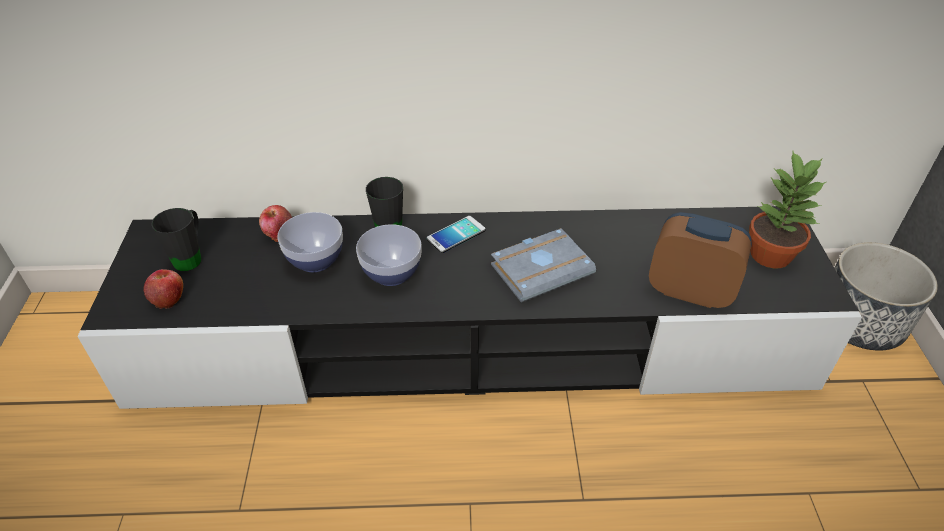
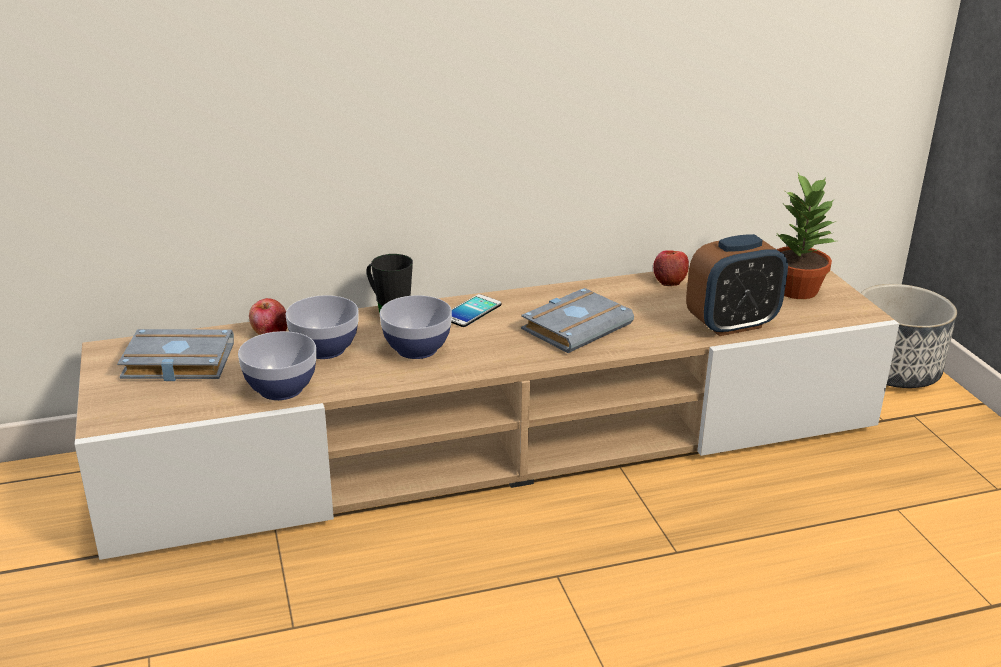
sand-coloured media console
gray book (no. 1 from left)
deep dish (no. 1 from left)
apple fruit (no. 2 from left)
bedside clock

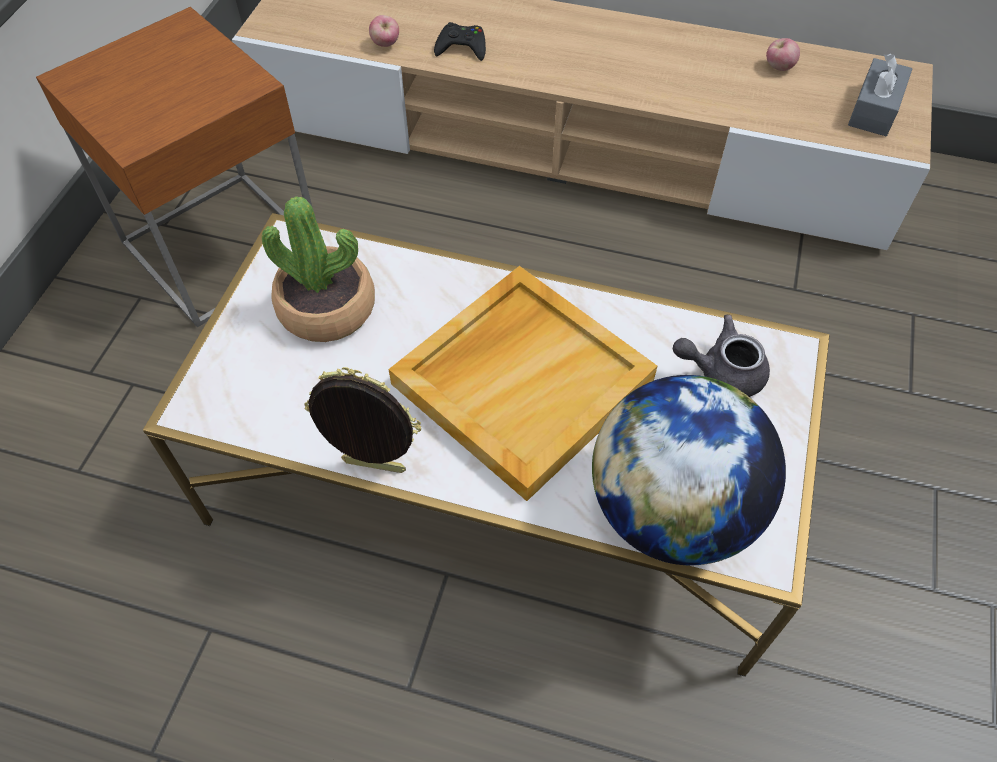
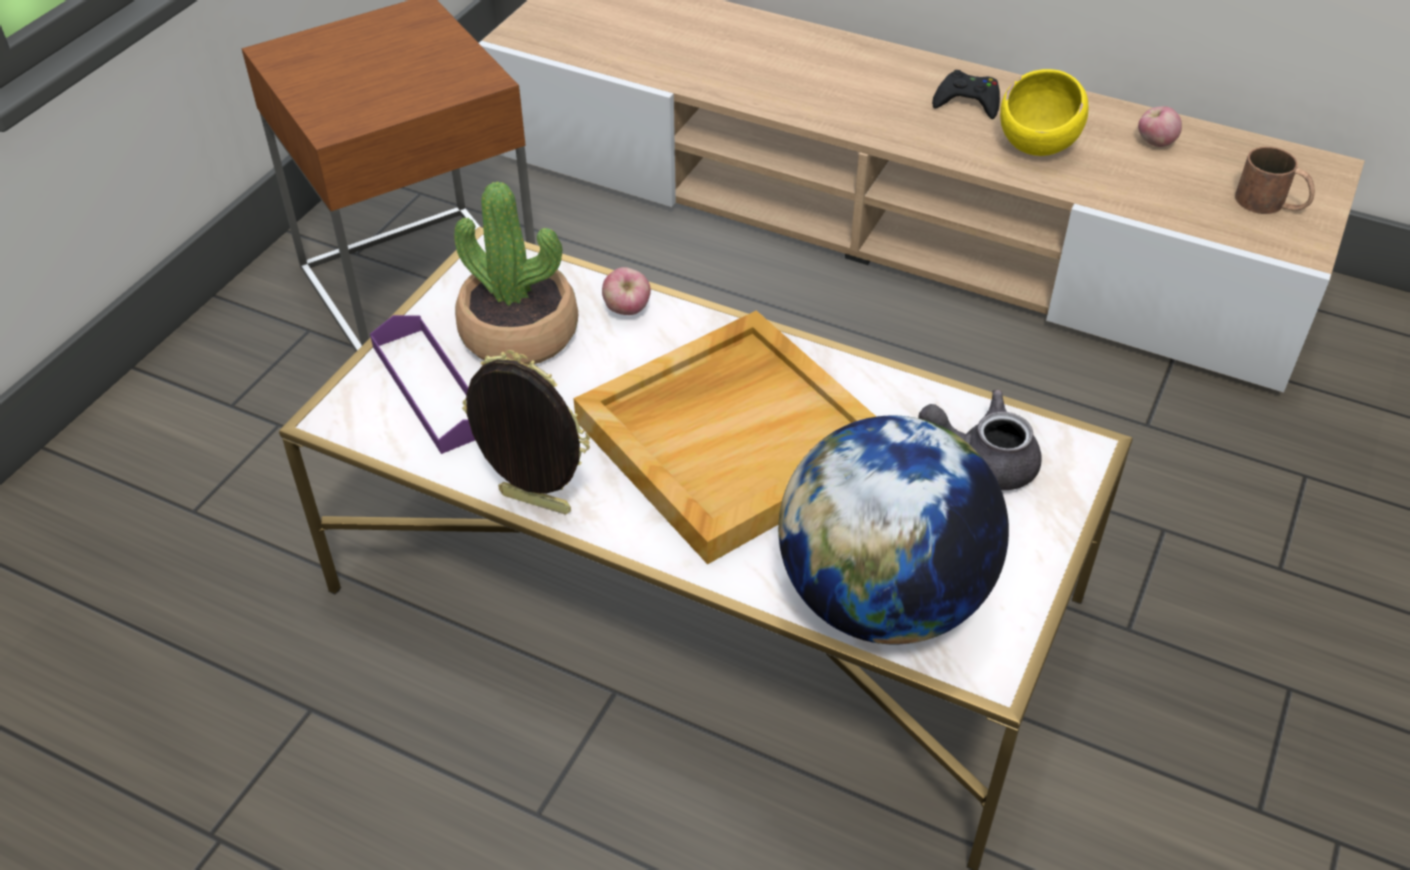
purple-coloured serving tray
apple fruit (no. 1 from left)
blackish joypad
yellowish deep dish
brown coffee mug

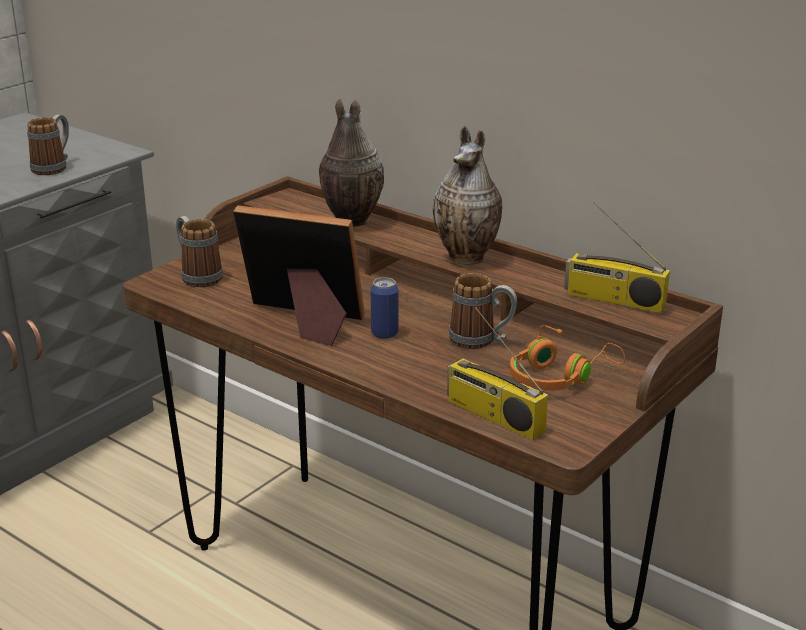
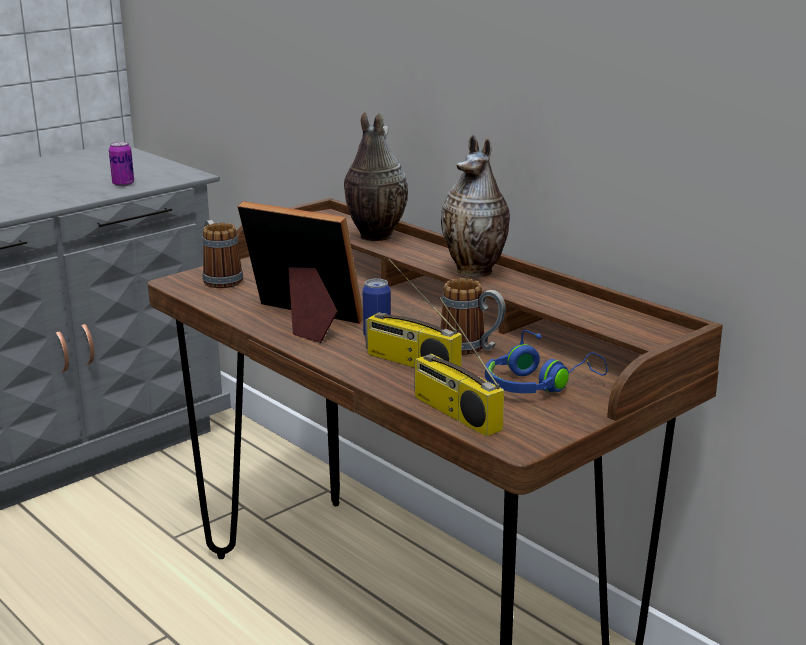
metal can (no. 1 from left)
radio (no. 1 from left)
blue-coloured pair of headphones

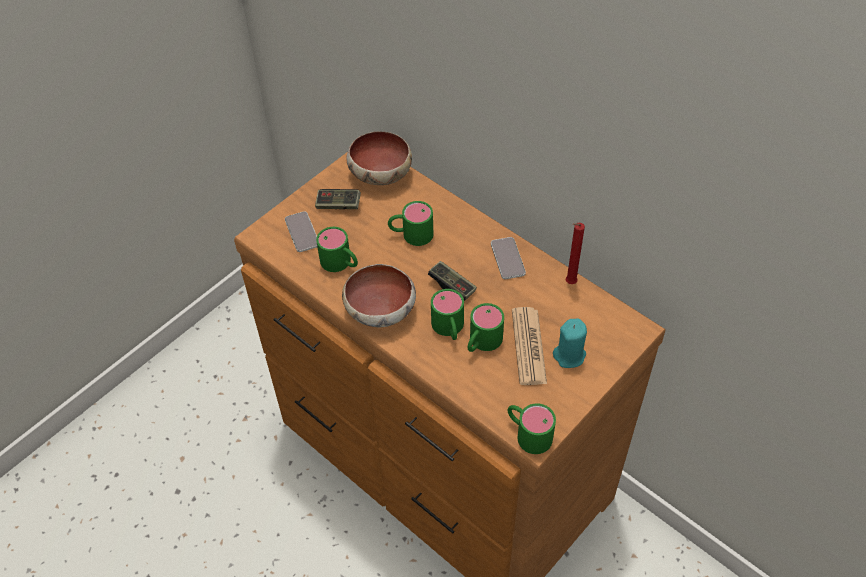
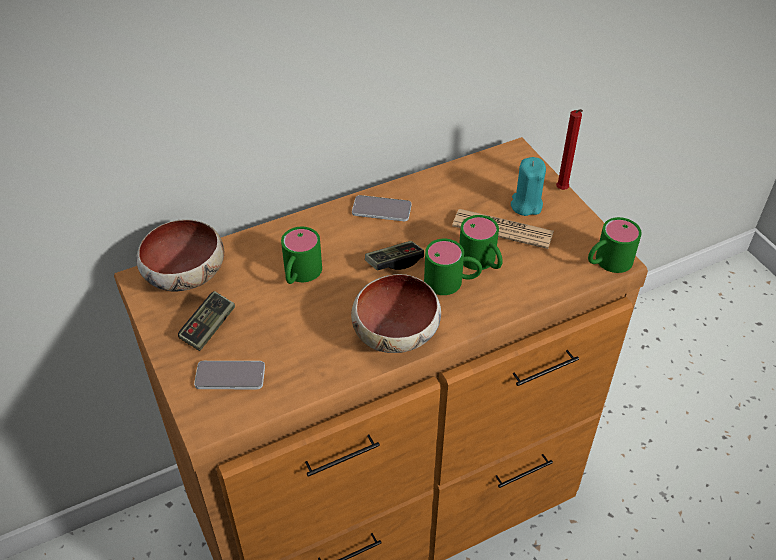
reddish candle
green coffee mug (no. 1 from left in the first image)

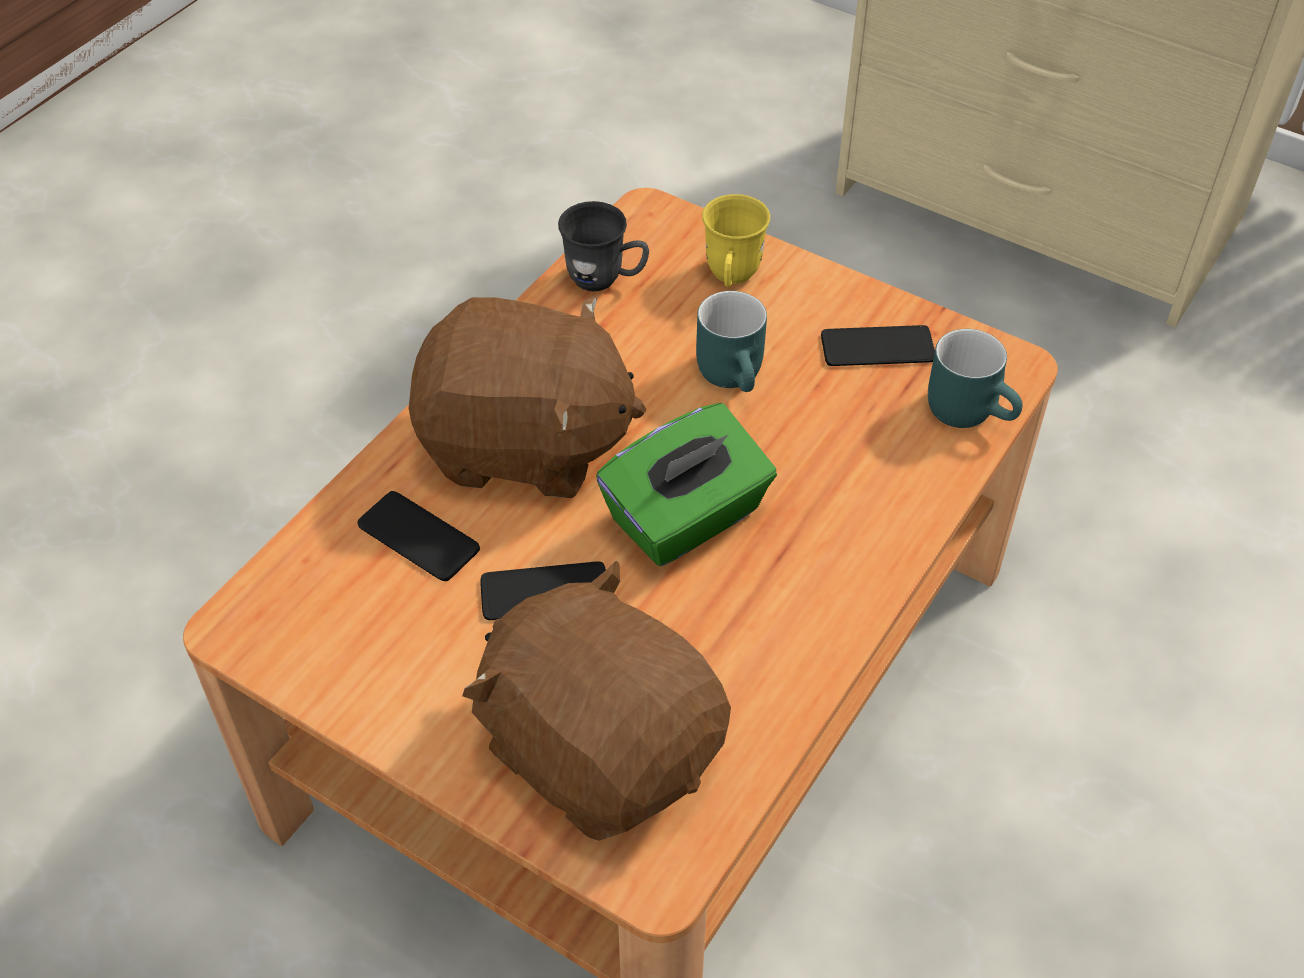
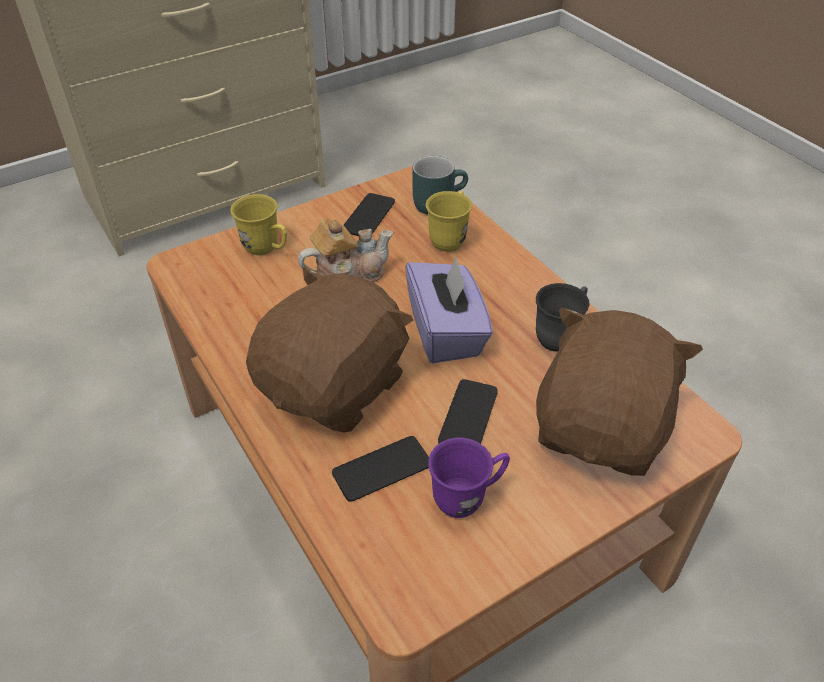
pot for tea
purple-coloured box of tissues
yellowish coffee mug (no. 2 from left)
purple-coloured coffee mug
gray coffee mug
brown soft toy (no. 2 from left)

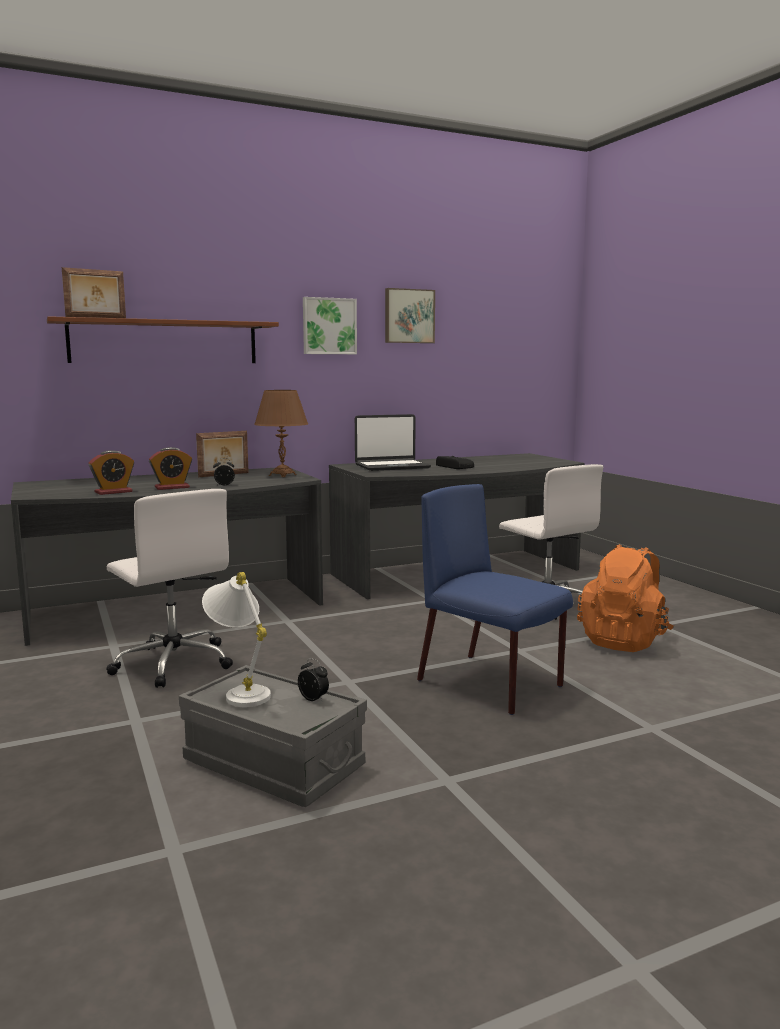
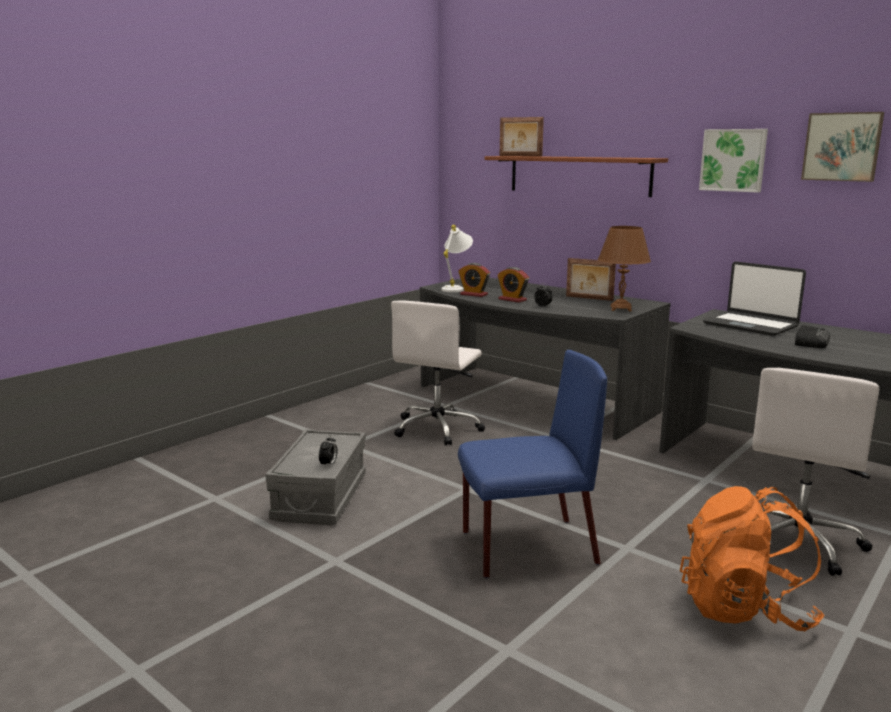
white lamp for a table
blue-coloured plain chair

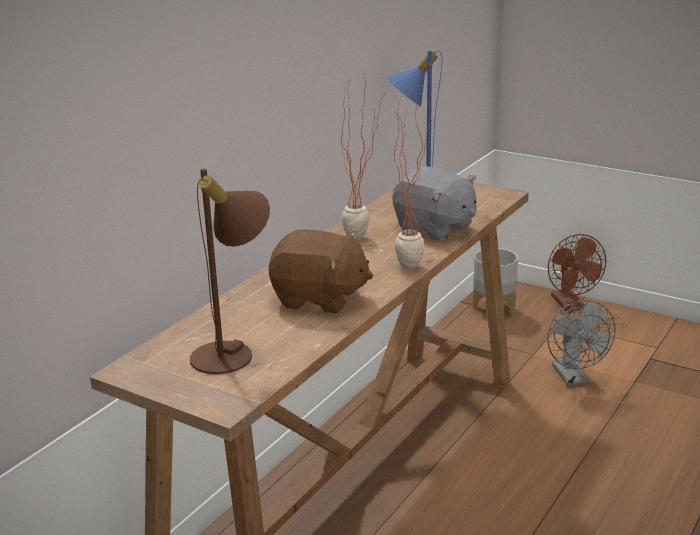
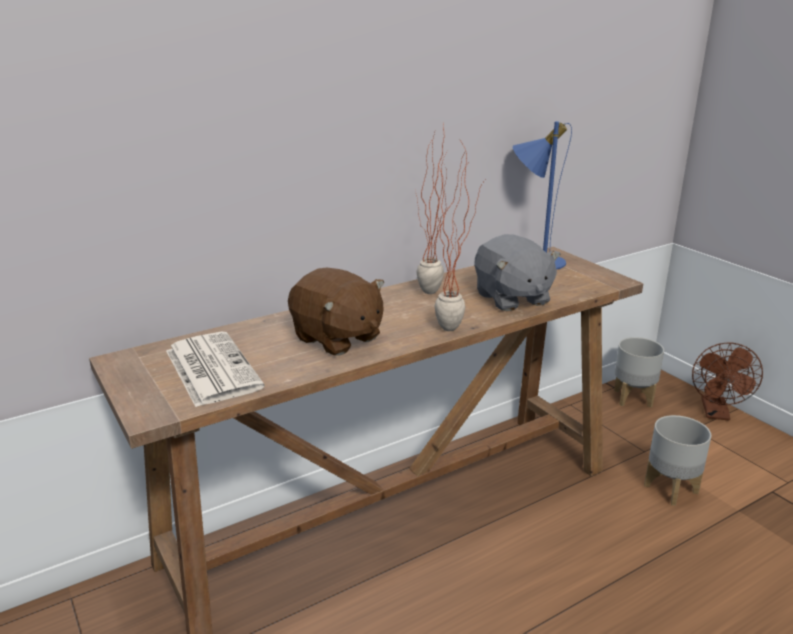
daily paper
gray flower pot (no. 2 from left)

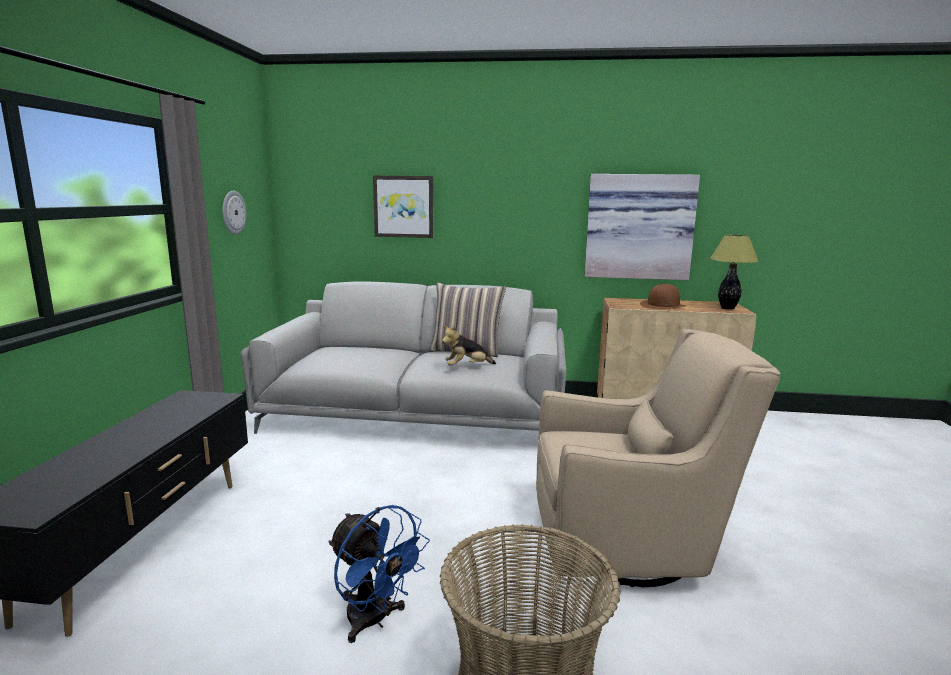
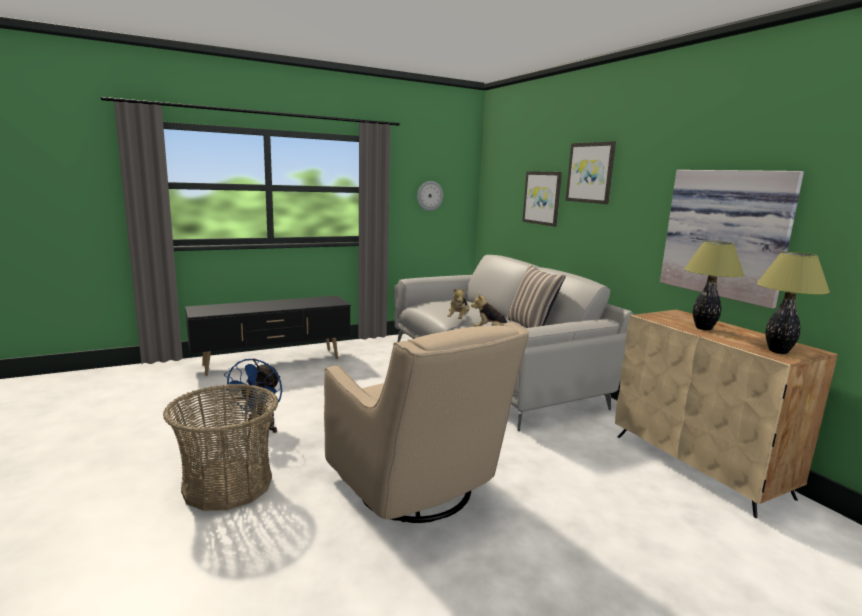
soft toy (no. 1 from left)
picture (no. 2 from left)
lamp for a table (no. 1 from left)

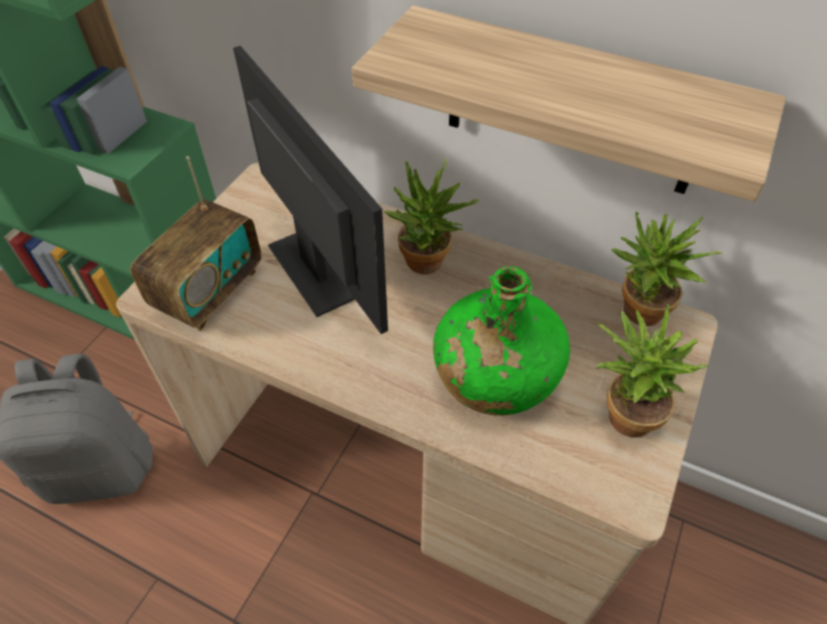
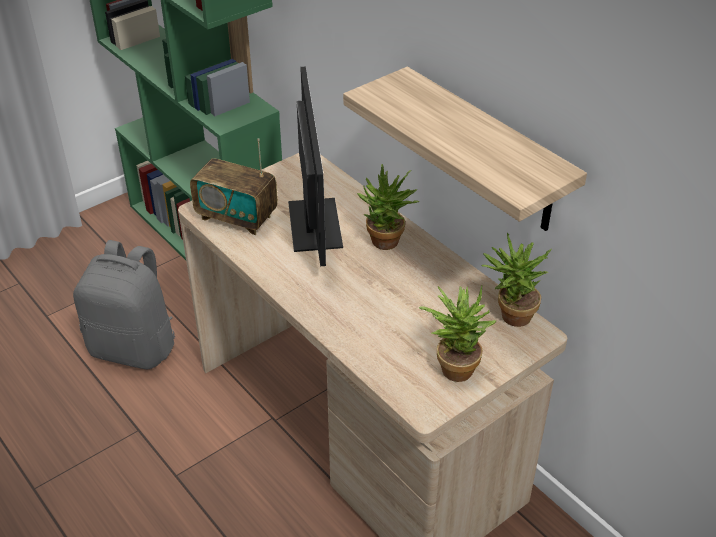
radio
green drink bottle

